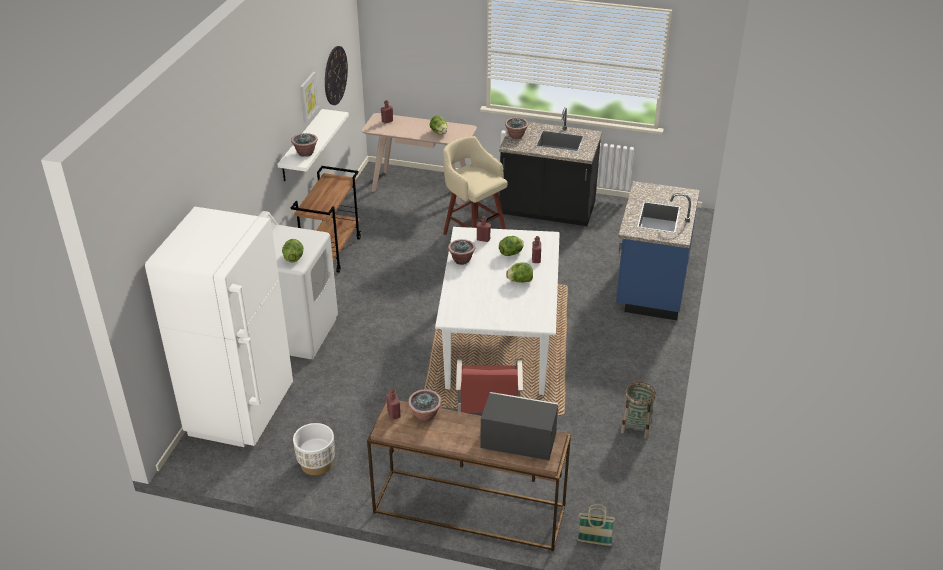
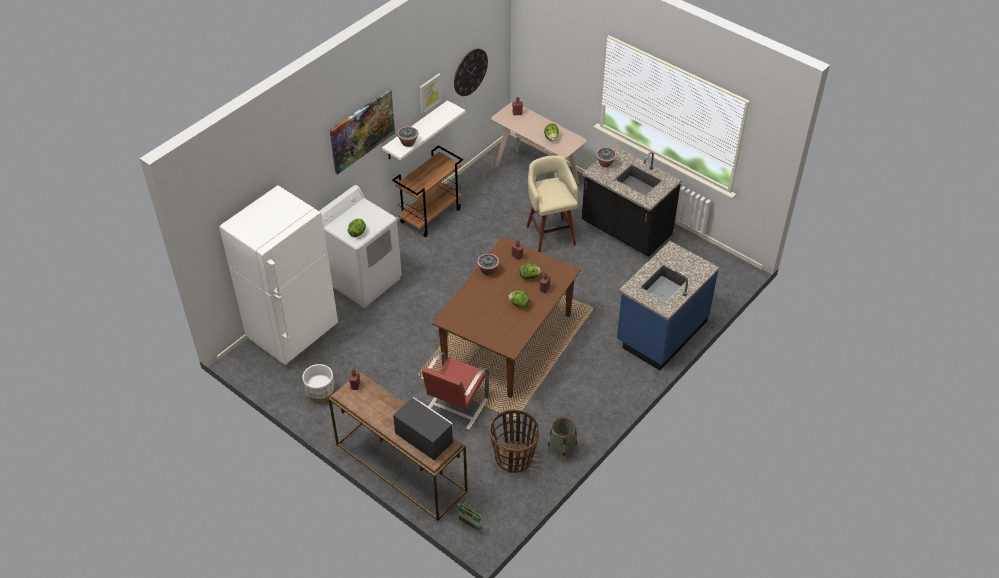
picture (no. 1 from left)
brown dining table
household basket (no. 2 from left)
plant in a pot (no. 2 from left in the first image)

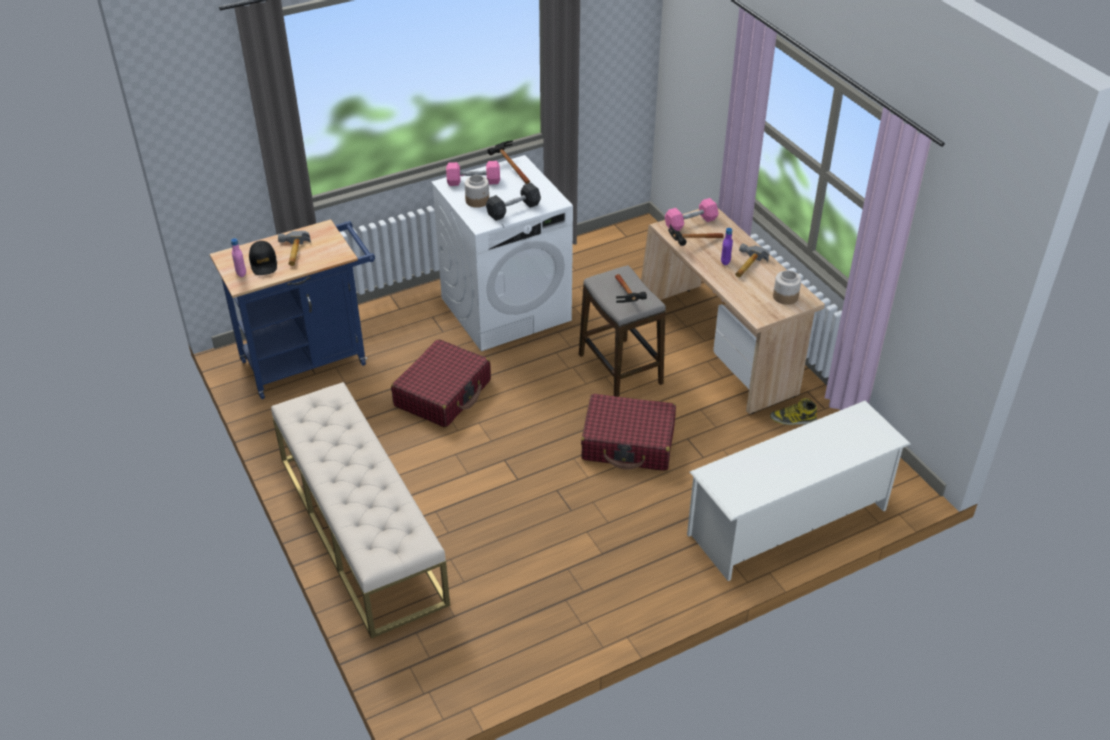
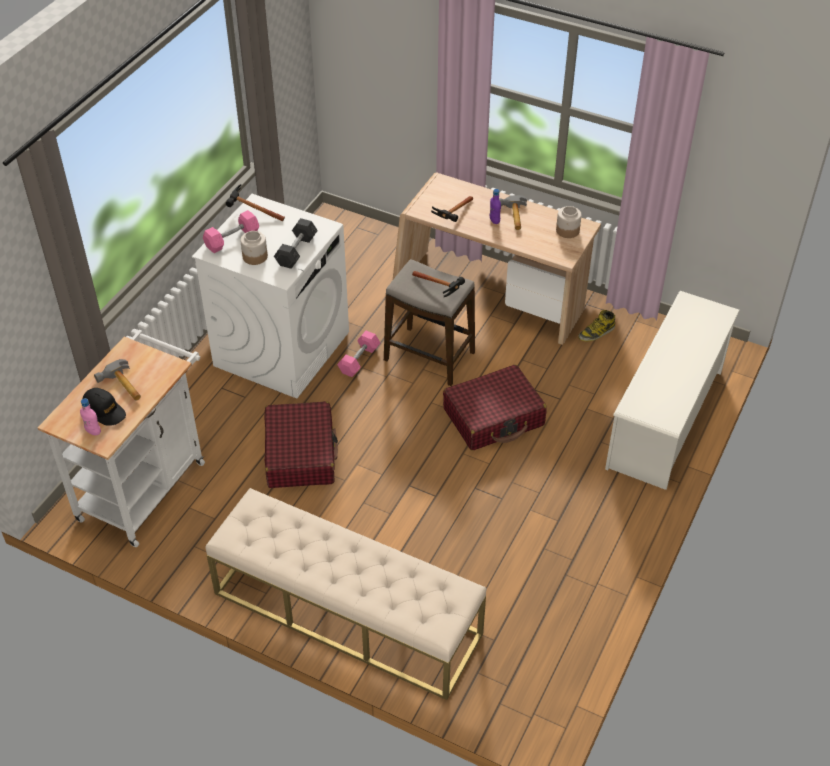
white cart
pink dumbbell (no. 2 from left)

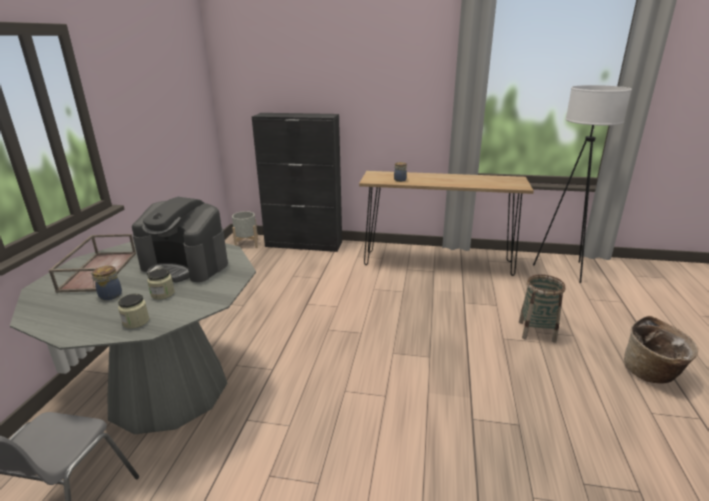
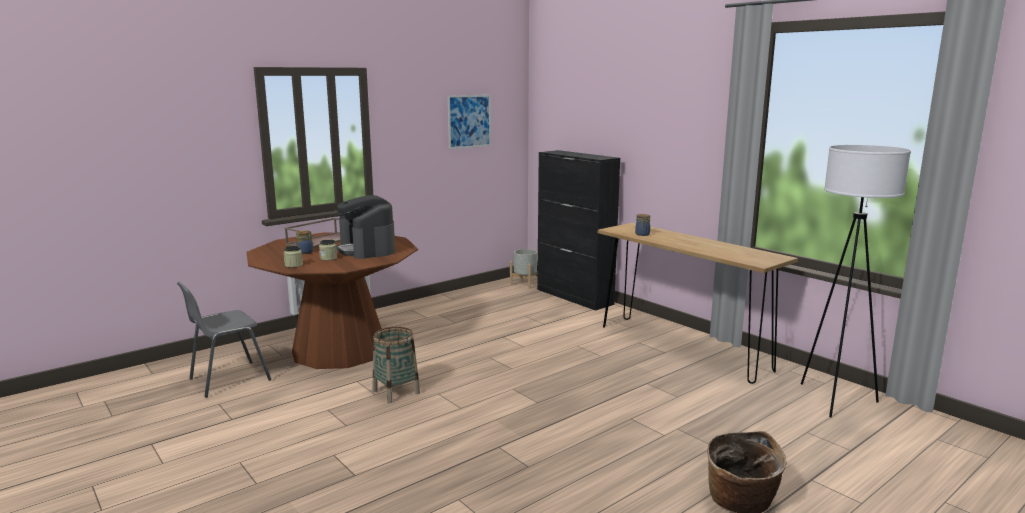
brown dining table
household basket (no. 1 from left)
picture

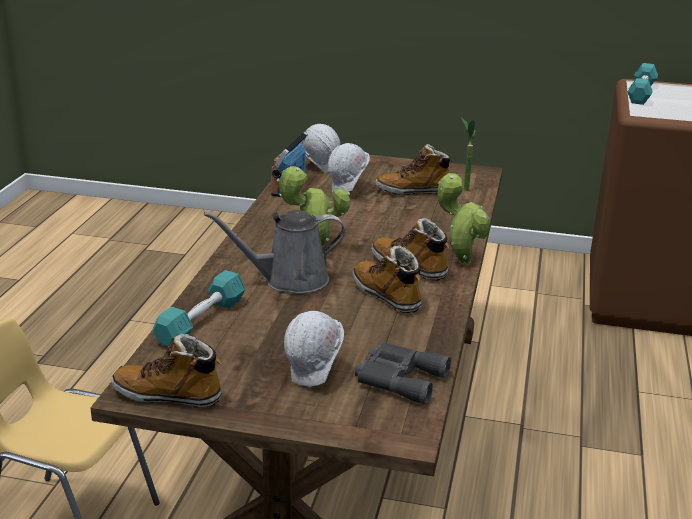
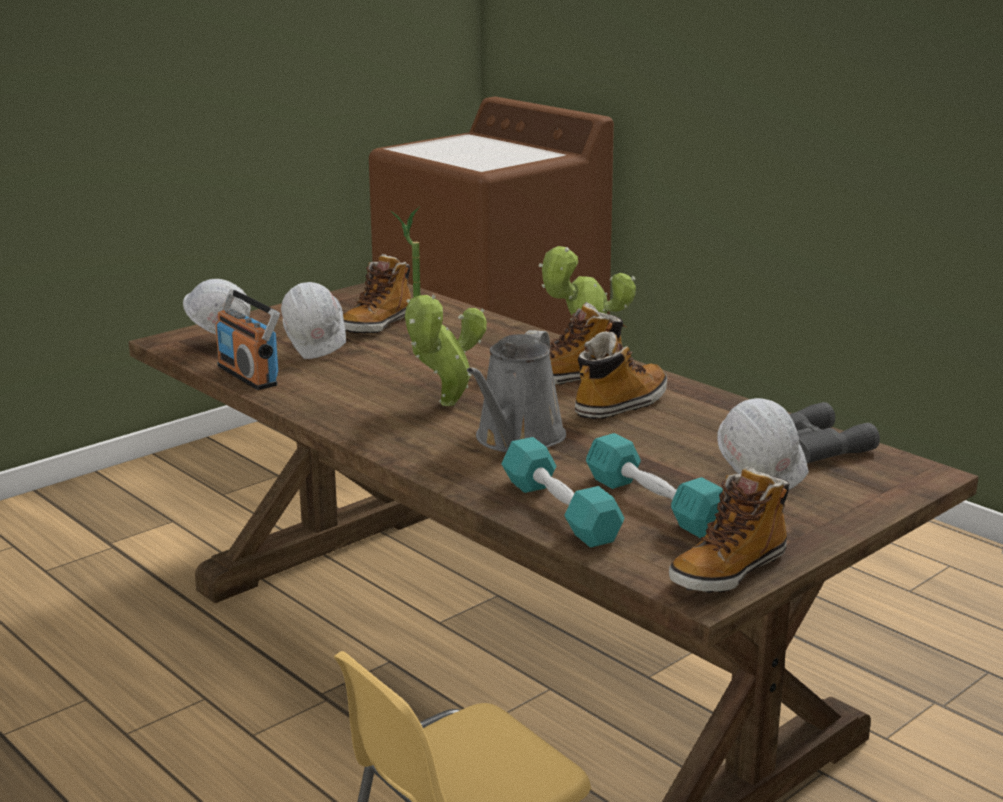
high-top boot (no. 3 from left)
turquoise-coloured dumbbell (no. 2 from left)

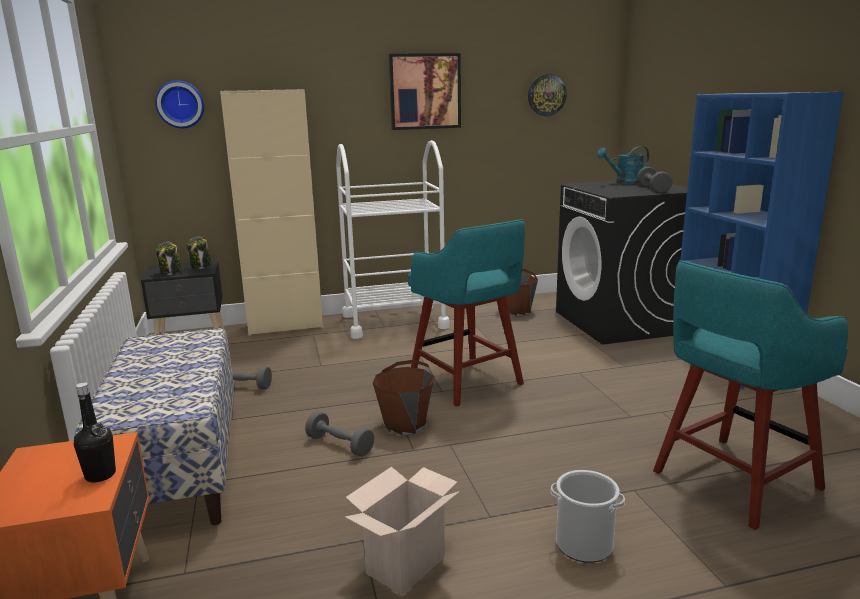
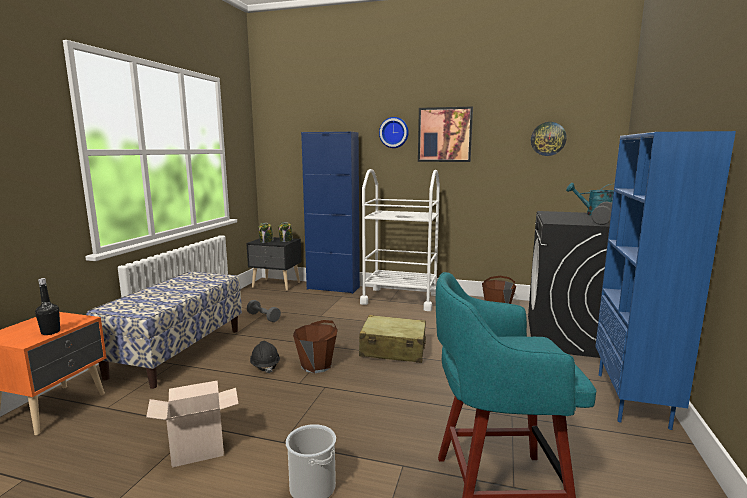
blackish safety helmet
blue-coloured cupboard
sand-coloured suitcase
hanging clock (no. 1 from left)

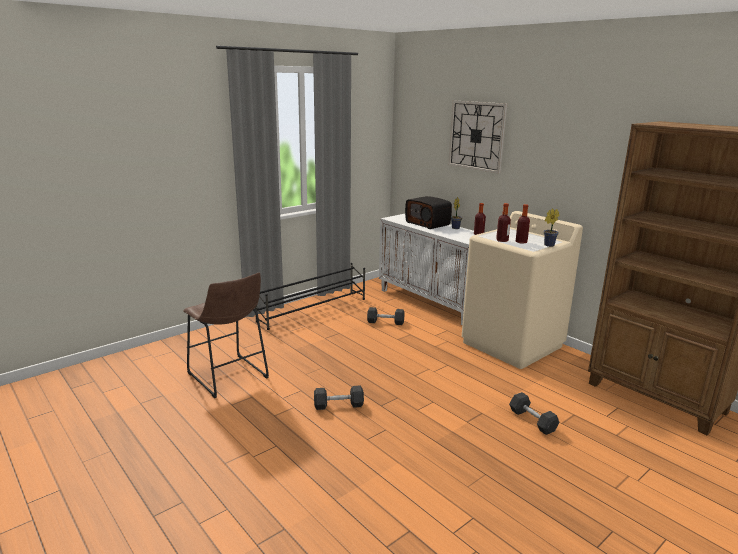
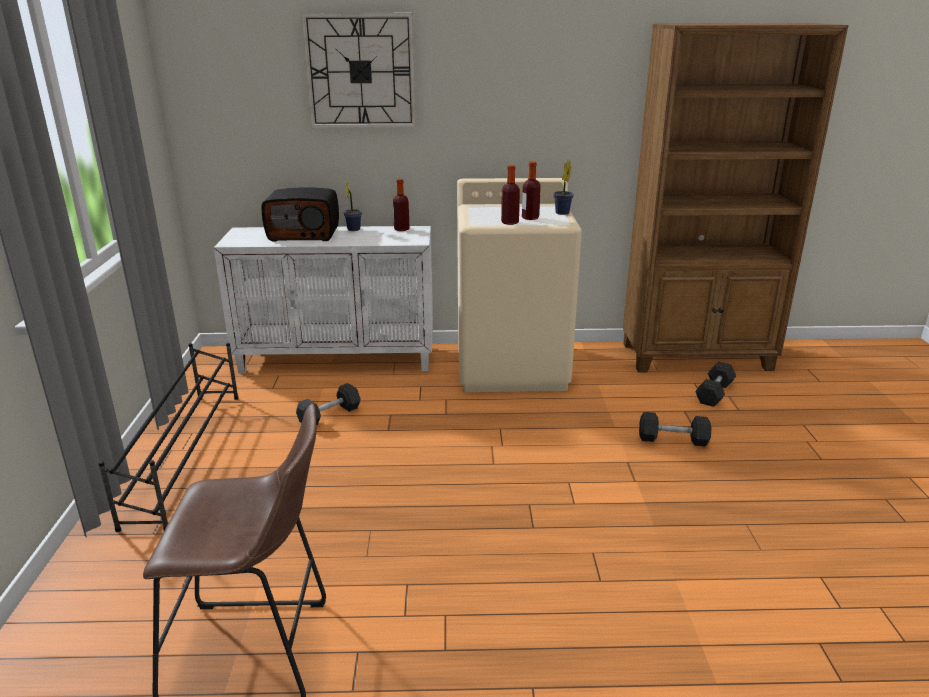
gray dumbbell (no. 3 from left)

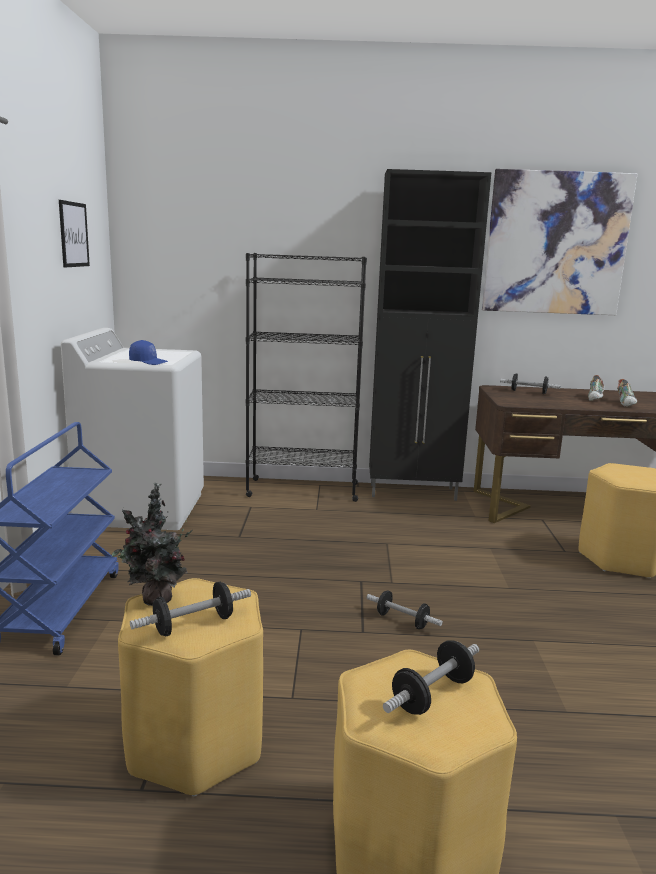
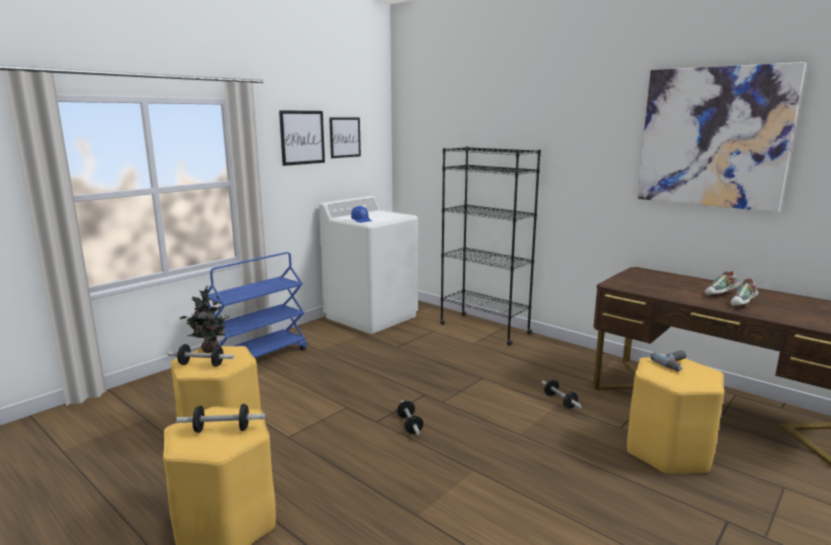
picture (no. 1 from left)
dumbbell (no. 4 from left)
electric drill
blackish cupboard

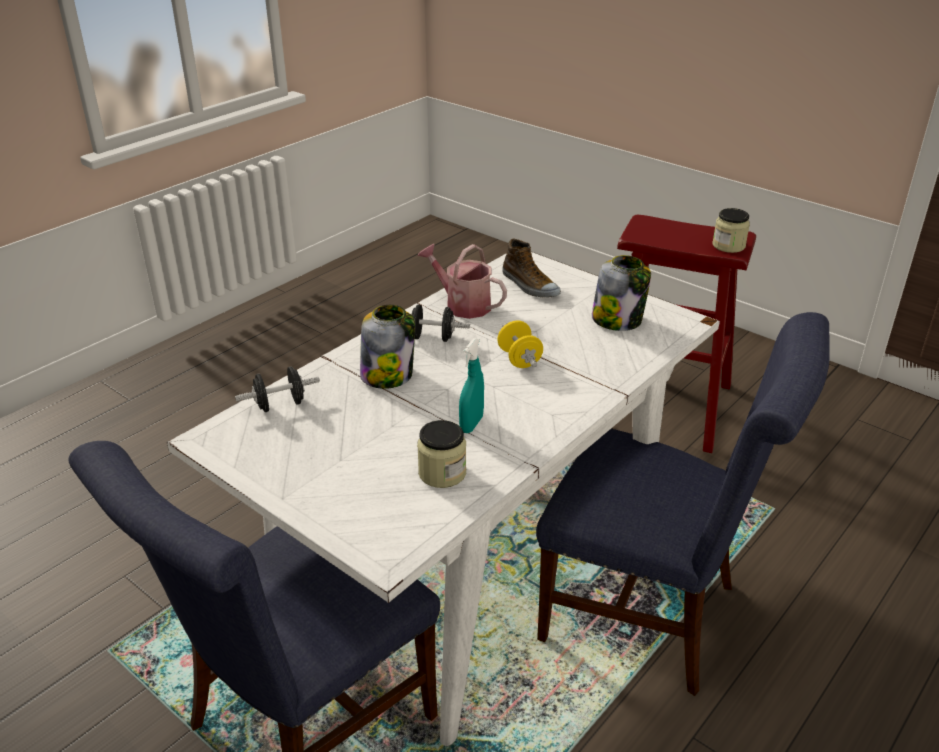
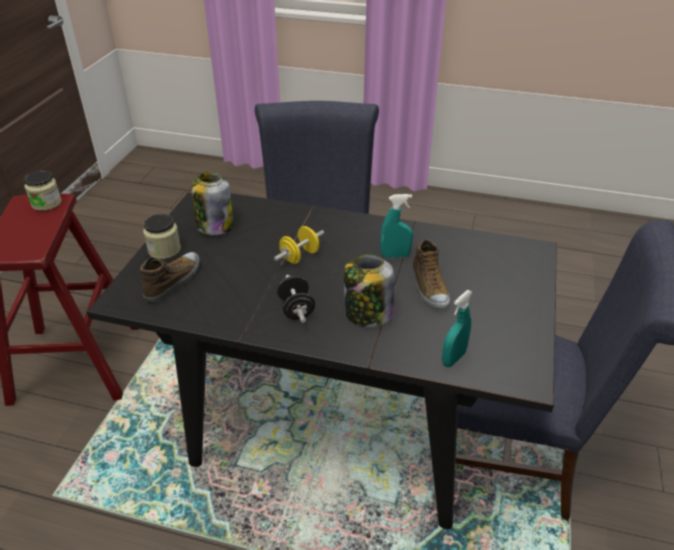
blackish dining table
jar (no. 2 from left)
item of footwear (no. 2 from left)
turquoise-coloured spray bottle (no. 2 from left)
sprinkling can

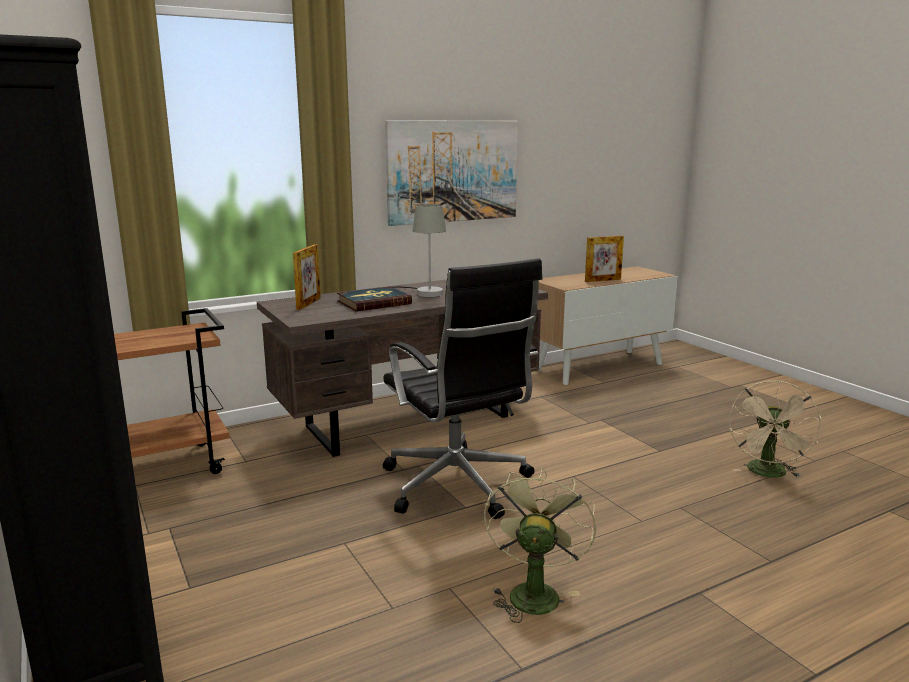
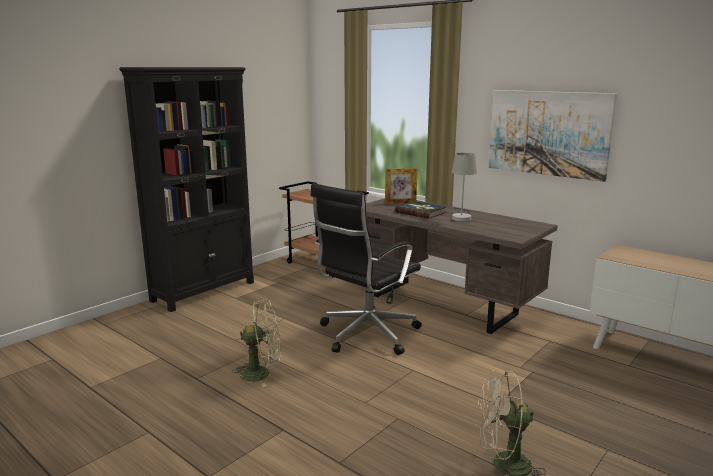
picture frame (no. 2 from left in the first image)

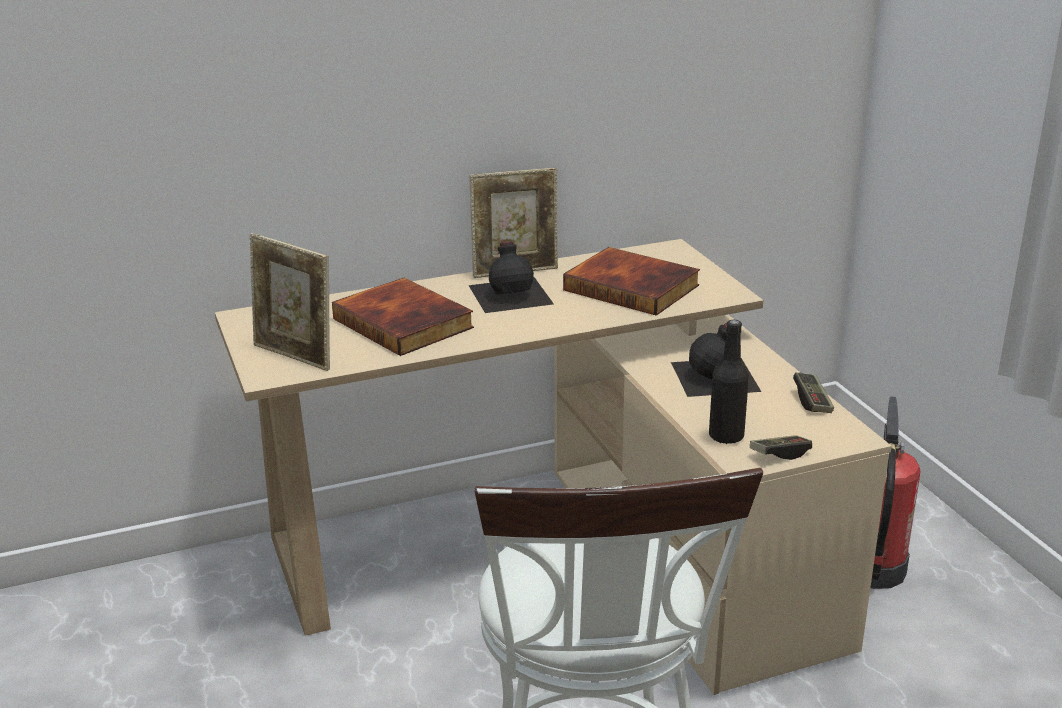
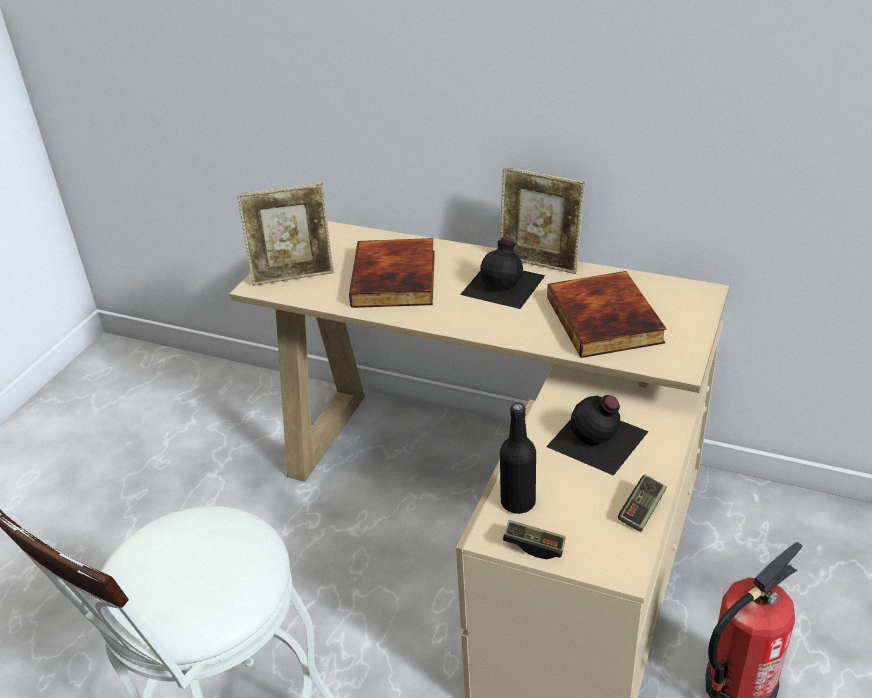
picture frame (no. 1 from left)

